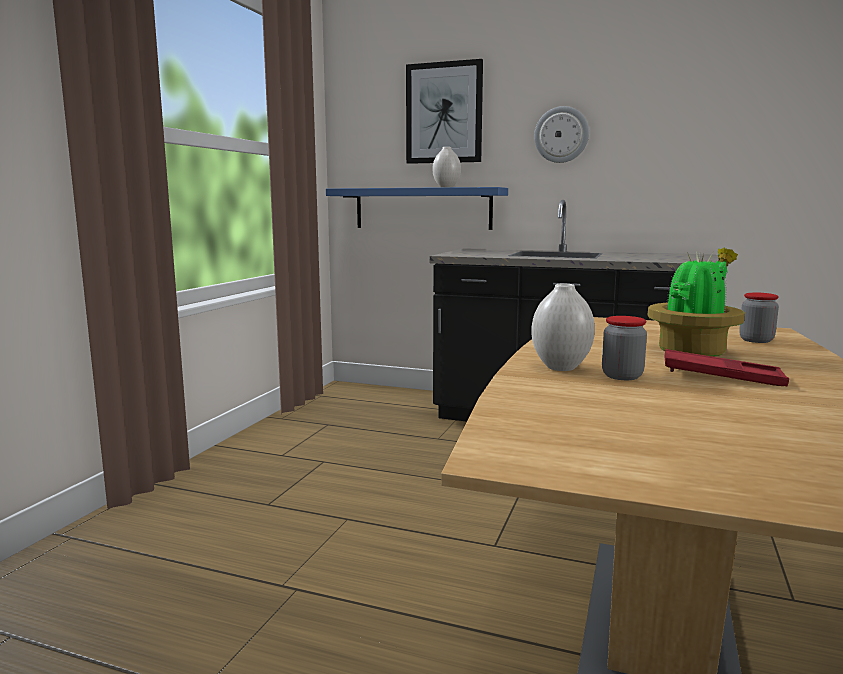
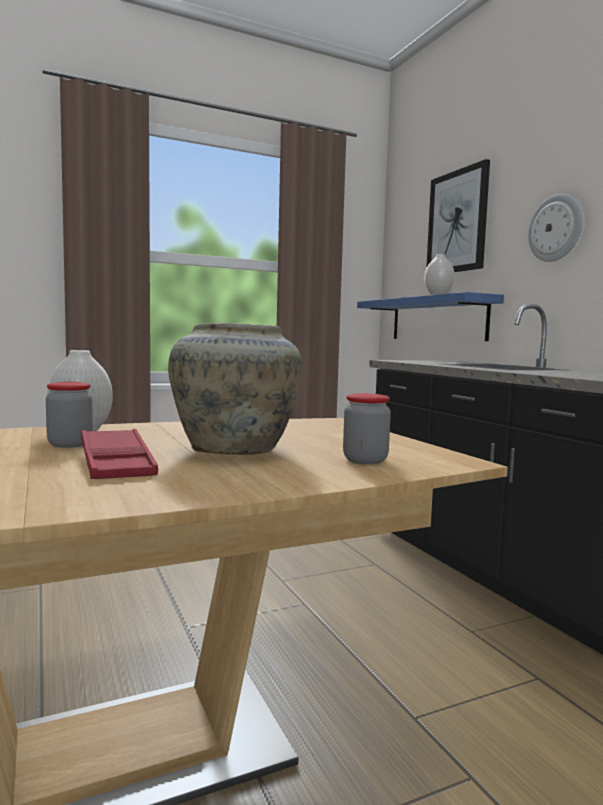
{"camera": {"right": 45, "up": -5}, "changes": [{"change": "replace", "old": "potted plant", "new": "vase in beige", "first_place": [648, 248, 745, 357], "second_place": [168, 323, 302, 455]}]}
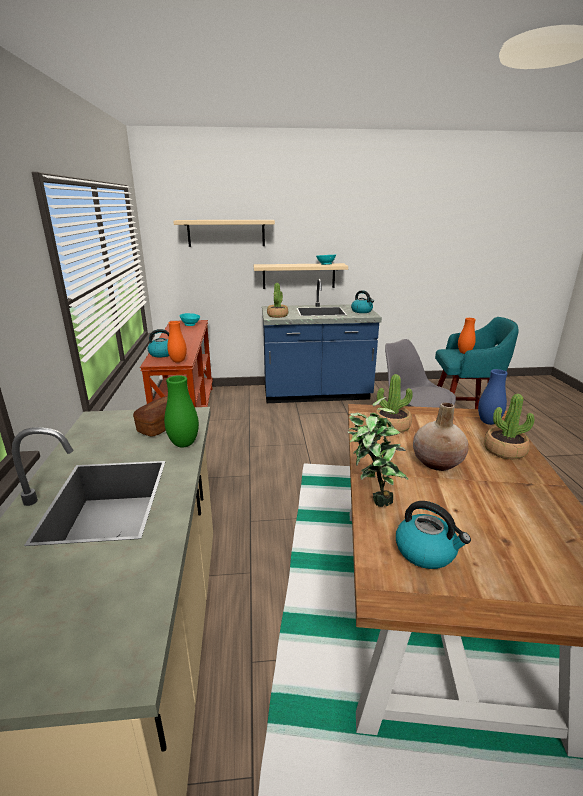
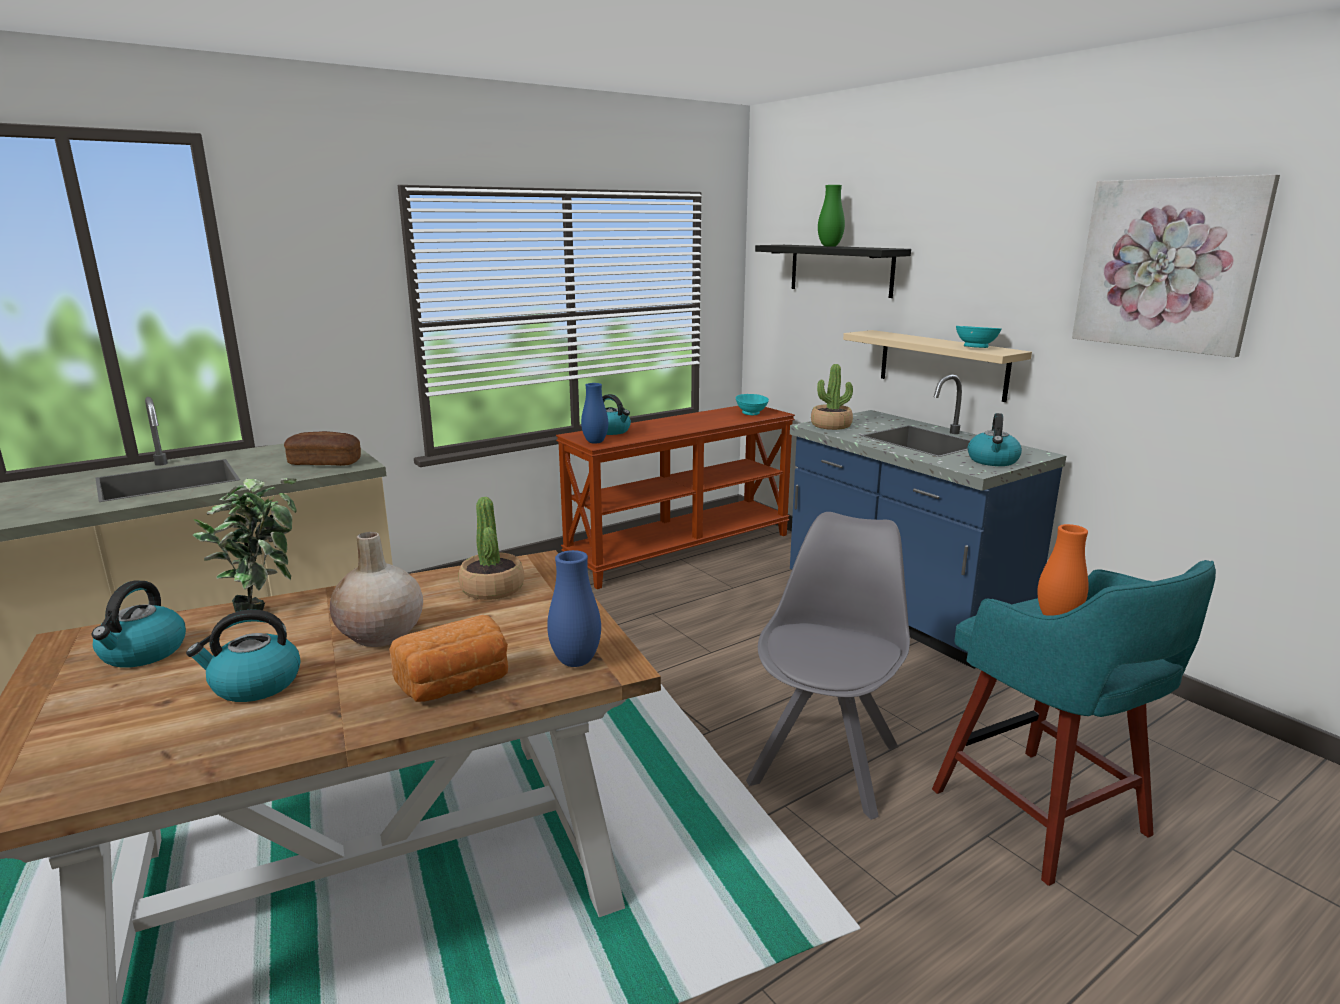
{"camera": {"right": 60, "up": -5}, "changes": [{"change": "move", "old": "vase in green", "first_place": [164, 375, 199, 447], "second_place": [818, 185, 845, 247]}, {"change": "recolor", "old": "vase in orange", "new": "vase in blue", "first_place": [167, 321, 187, 363], "second_place": [581, 383, 608, 444]}, {"change": "recolor", "old": "shelf in beige", "new": "shelf in black", "first_place": [173, 220, 275, 247], "second_place": [755, 245, 911, 298]}, {"change": "replace", "old": "potted plant", "new": "bread", "first_place": [484, 394, 534, 459], "second_place": [389, 615, 508, 702]}, {"change": "insert", "new": "kettle", "second_place": [186, 609, 300, 702]}, {"change": "insert", "new": "picture", "second_place": [1072, 174, 1280, 357]}]}
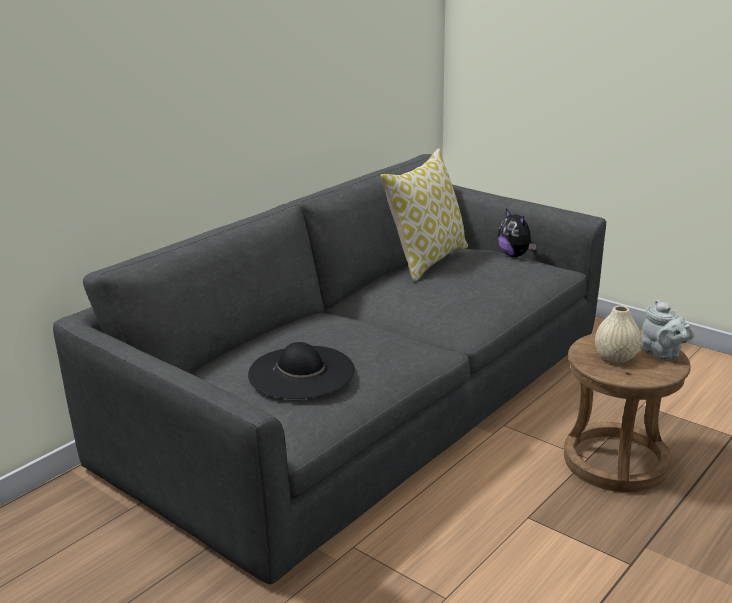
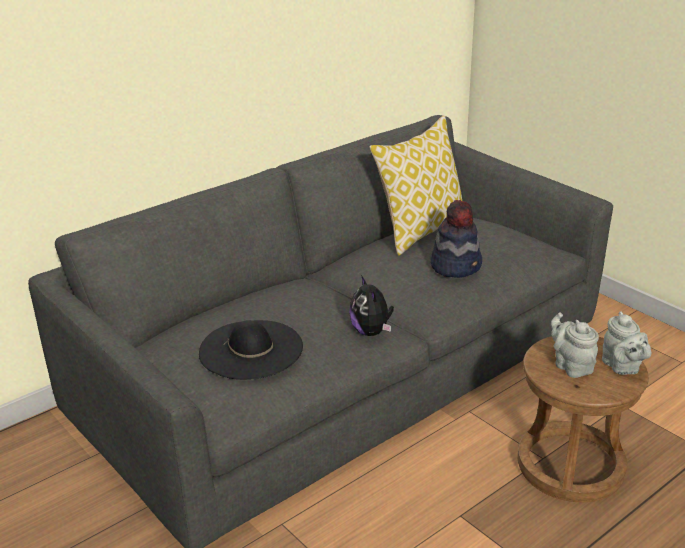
{"camera": {"right": 10, "up": 5}, "changes": [{"change": "move", "old": "plush toy", "first_place": [498, 209, 536, 257], "second_place": [349, 275, 394, 336]}, {"change": "replace", "old": "vase in beige", "new": "teapot in grey", "first_place": [595, 305, 641, 363], "second_place": [551, 312, 599, 378]}, {"change": "insert", "new": "hat", "second_place": [431, 200, 482, 278]}]}
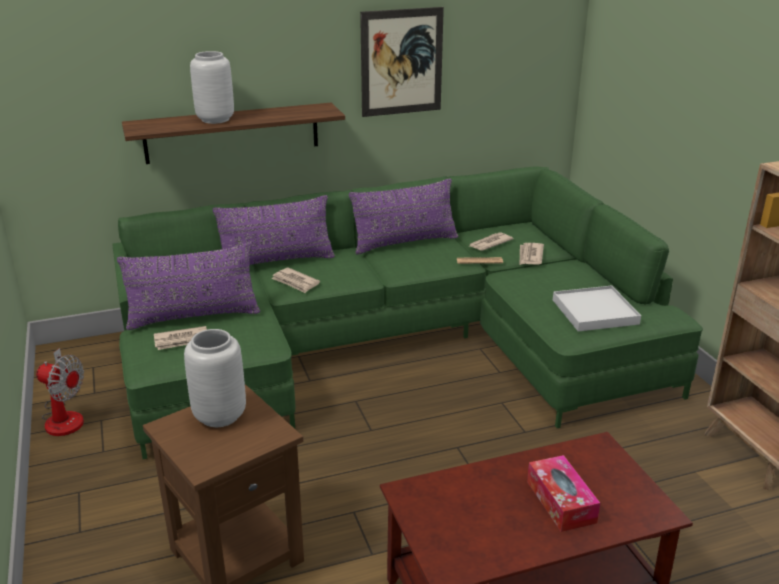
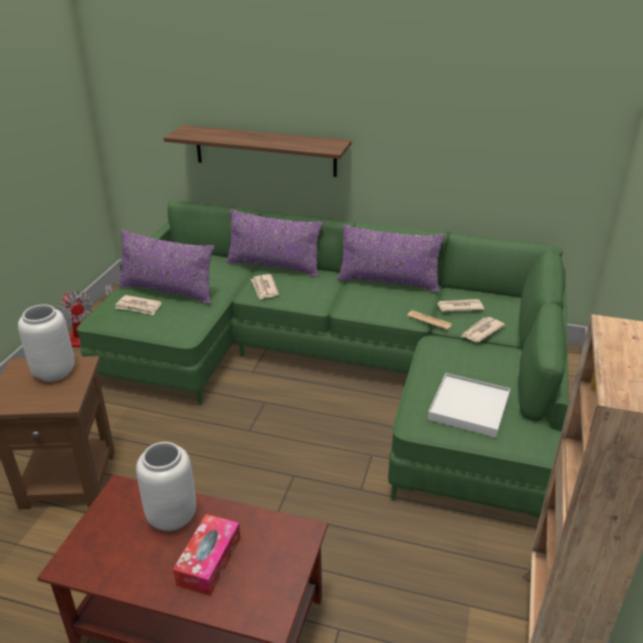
{"camera": {"right": 35, "up": 5}, "changes": [{"change": "move", "old": "vase in grey", "first_place": [190, 51, 234, 124], "second_place": [136, 442, 196, 531]}, {"change": "delete", "old": "picture", "first_place": [360, 7, 444, 117]}]}
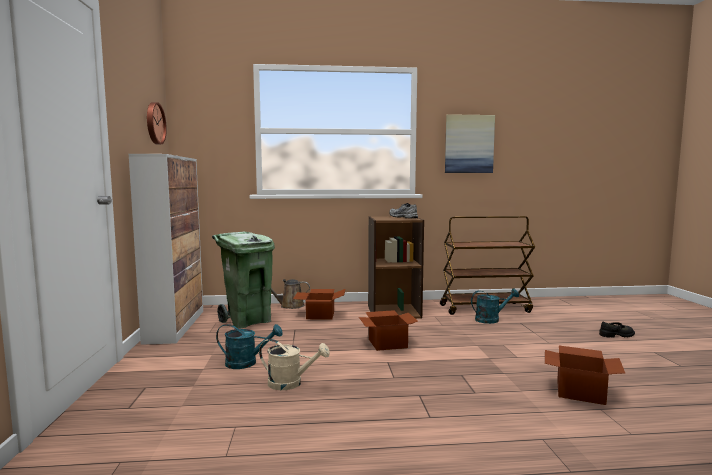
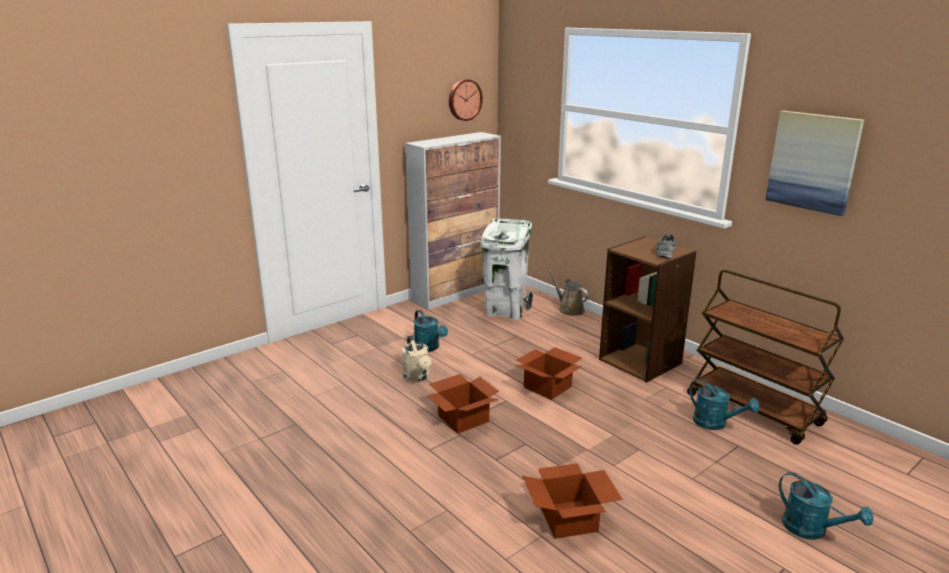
{"camera": {"right": 55, "up": 15}, "changes": [{"change": "recolor", "old": "trash can in green", "new": "trash can in white", "first_place": [212, 232, 275, 328], "second_place": [480, 219, 533, 320]}, {"change": "move", "old": "cardboard box", "first_place": [293, 289, 345, 320], "second_place": [427, 374, 499, 434]}, {"change": "replace", "old": "shoe in black", "new": "watering can in turquoise", "first_place": [599, 321, 635, 338], "second_place": [779, 472, 874, 540]}]}
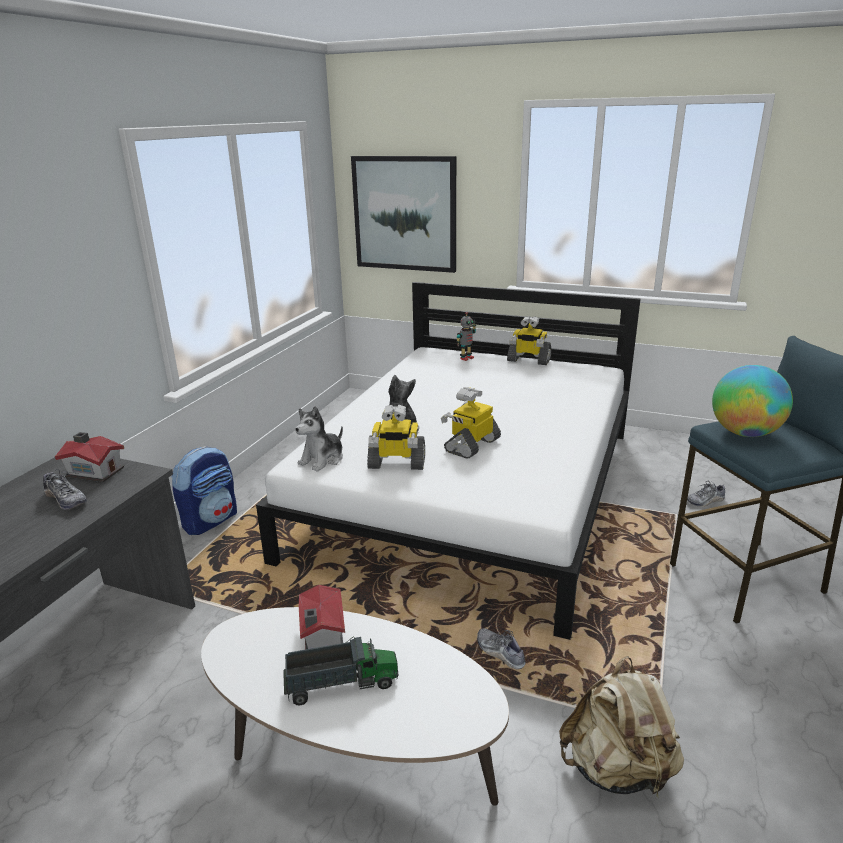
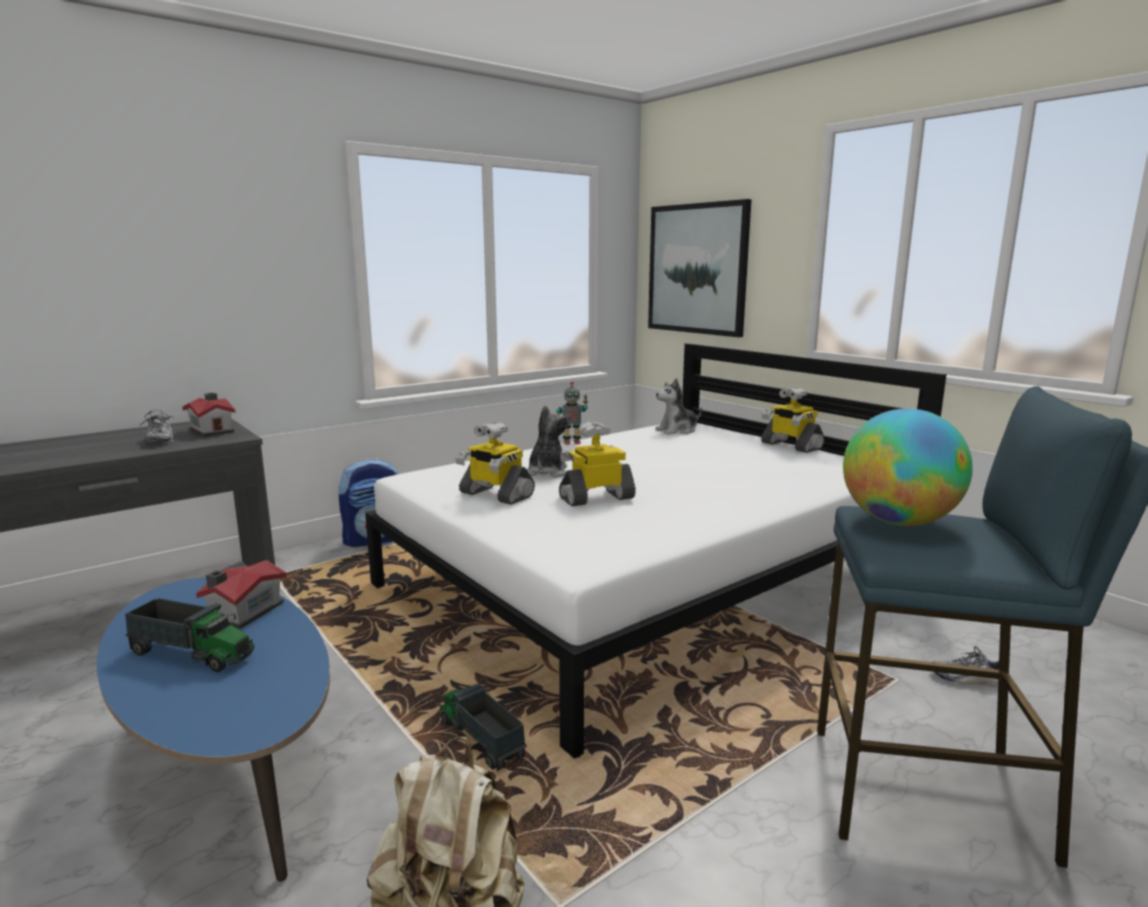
{"camera": {"right": 30, "up": -10}, "changes": [{"change": "recolor", "old": "coffee table in white", "new": "coffee table in blue", "first_place": [201, 607, 509, 806], "second_place": [97, 578, 330, 882]}, {"change": "move", "old": "plush toy", "first_place": [295, 406, 343, 472], "second_place": [655, 378, 702, 434]}, {"change": "move", "old": "toy robot", "first_place": [456, 312, 476, 361], "second_place": [556, 381, 588, 444]}, {"change": "replace", "old": "shoe", "new": "toy truck", "first_place": [477, 628, 526, 670], "second_place": [440, 683, 527, 771]}]}
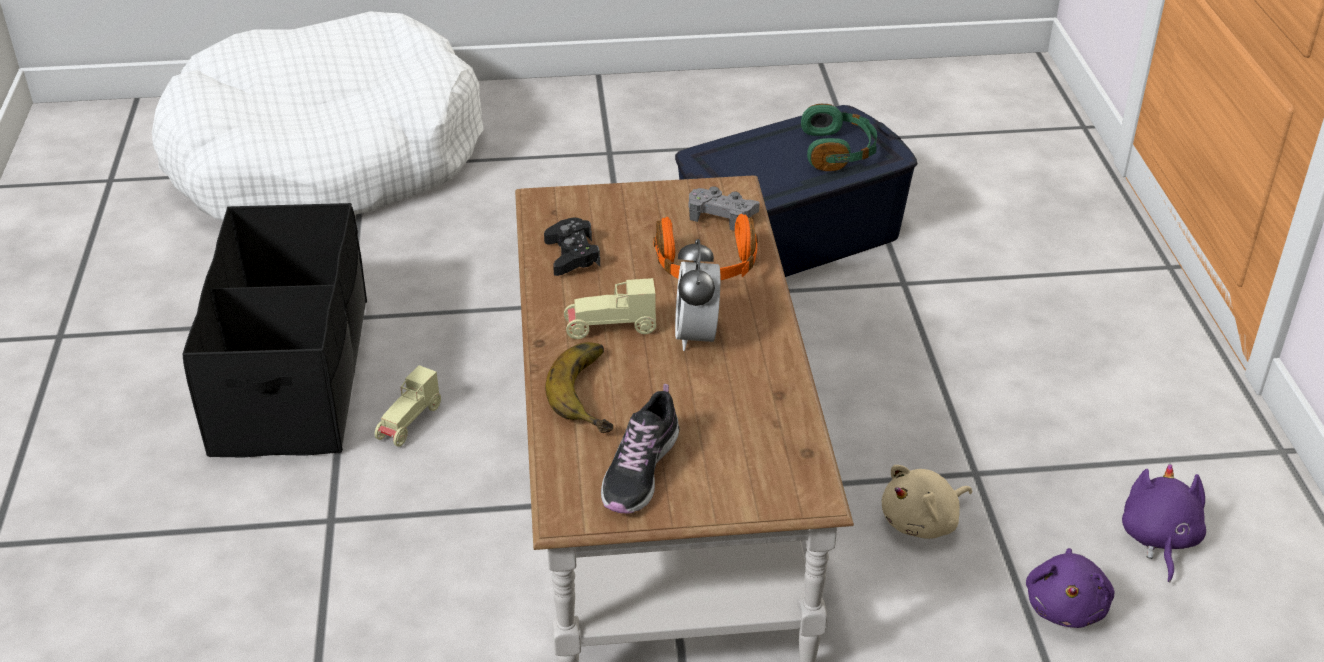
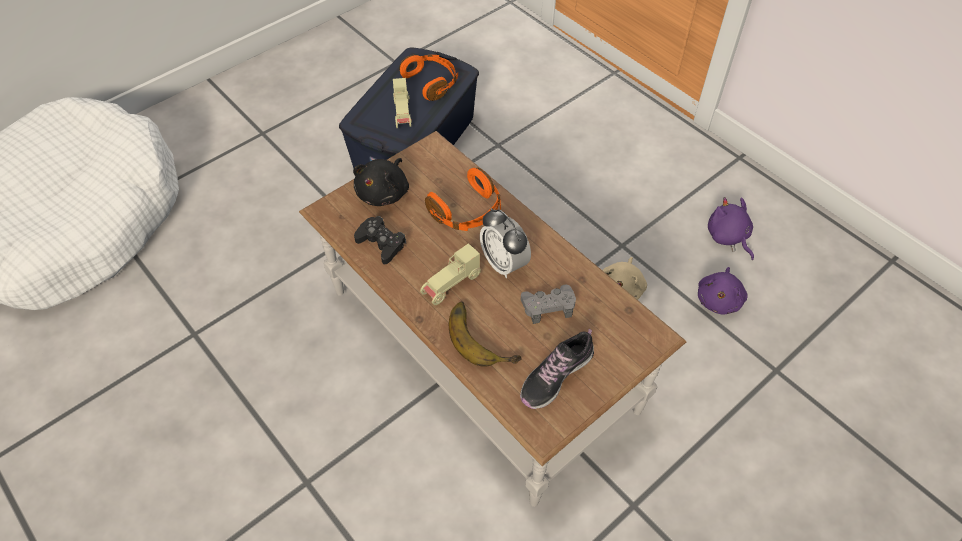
{"camera": {"right": -35, "up": 15}, "changes": [{"change": "delete", "old": "storage box in black", "first_place": [182, 203, 367, 458]}, {"change": "move", "old": "toy car in beige", "first_place": [375, 365, 441, 447], "second_place": [393, 78, 412, 128]}, {"change": "rotate", "old": "shoe", "first_place": [601, 383, 679, 514], "second_place": [520, 329, 594, 409], "degrees": 60}, {"change": "move", "old": "game controller in grey", "first_place": [689, 186, 760, 231], "second_place": [521, 285, 576, 324]}, {"change": "recolor", "old": "headphones in green", "new": "headphones in orange", "first_place": [801, 104, 877, 171], "second_place": [399, 54, 458, 101]}, {"change": "rotate", "old": "plush toy in purple", "first_place": [1026, 548, 1114, 628], "second_place": [698, 267, 747, 315], "degrees": 45}, {"change": "insert", "new": "plush toy in black", "second_place": [353, 158, 409, 206]}]}
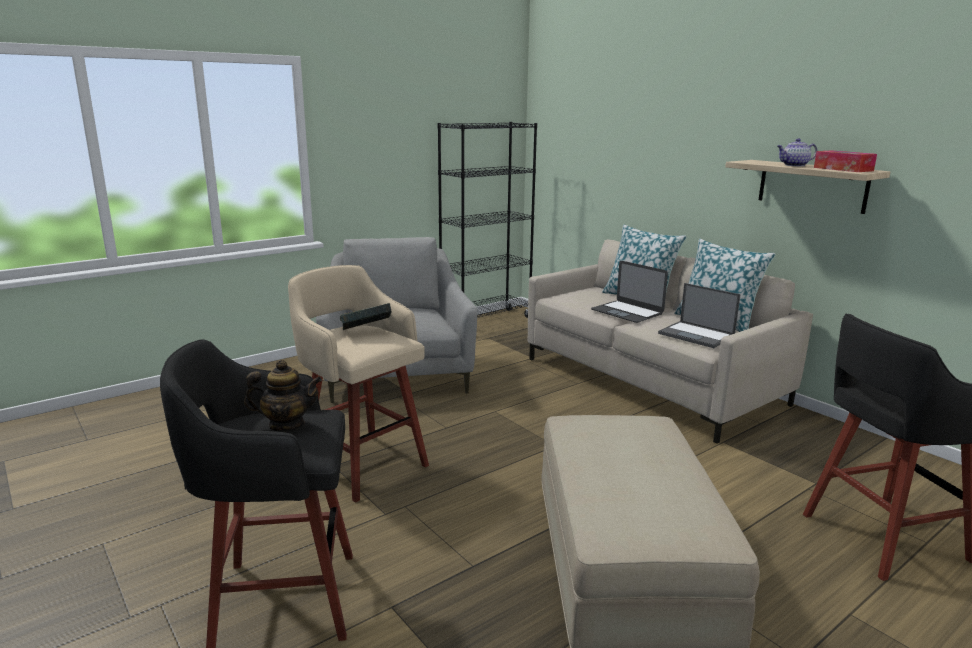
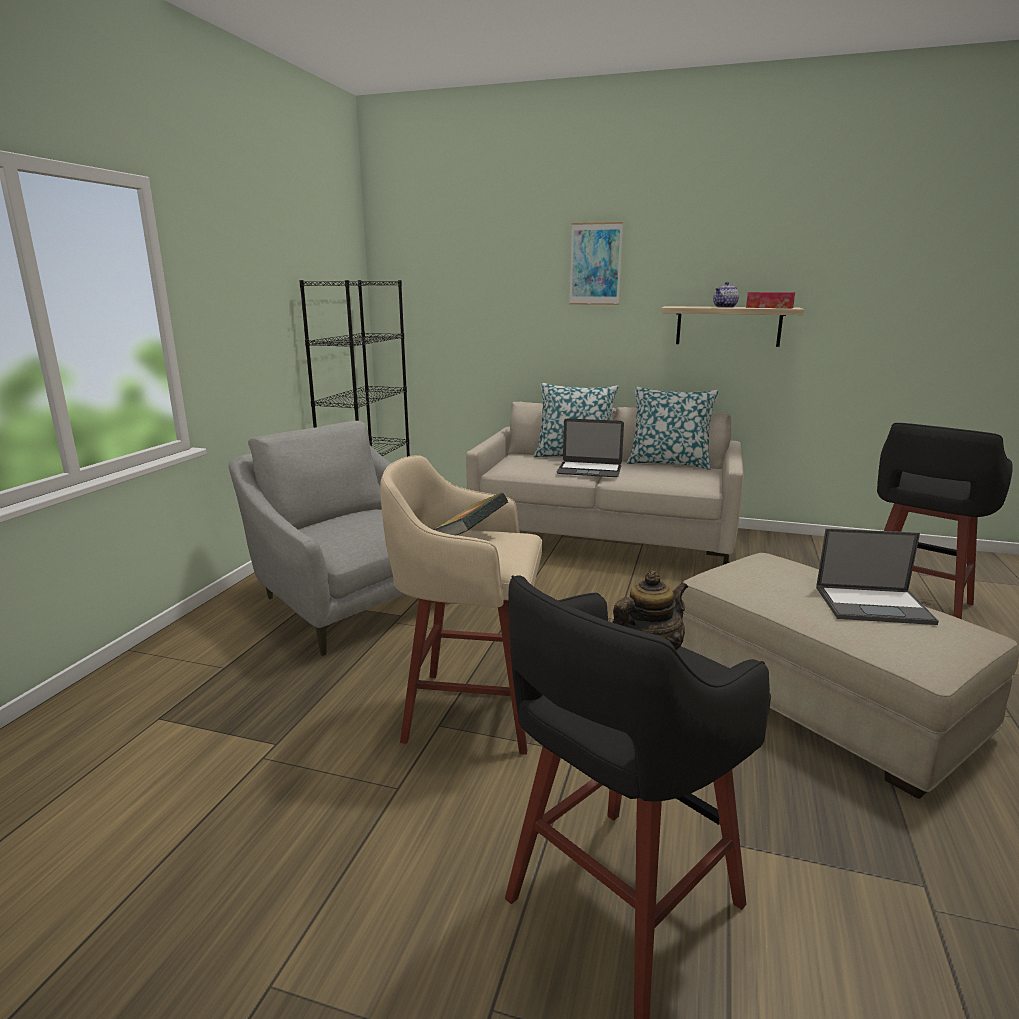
{"camera": {"right": -35, "up": 0}, "changes": [{"change": "move", "old": "laptop", "first_place": [658, 283, 741, 348], "second_place": [816, 528, 939, 625]}, {"change": "insert", "new": "picture", "second_place": [569, 222, 623, 305]}]}
